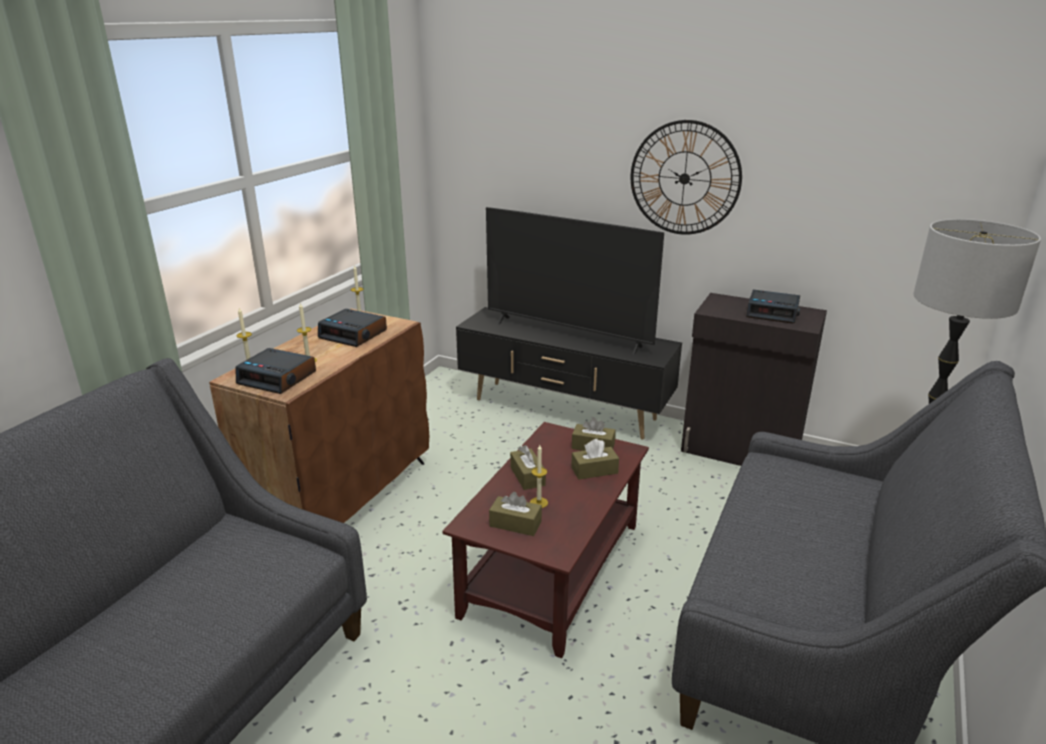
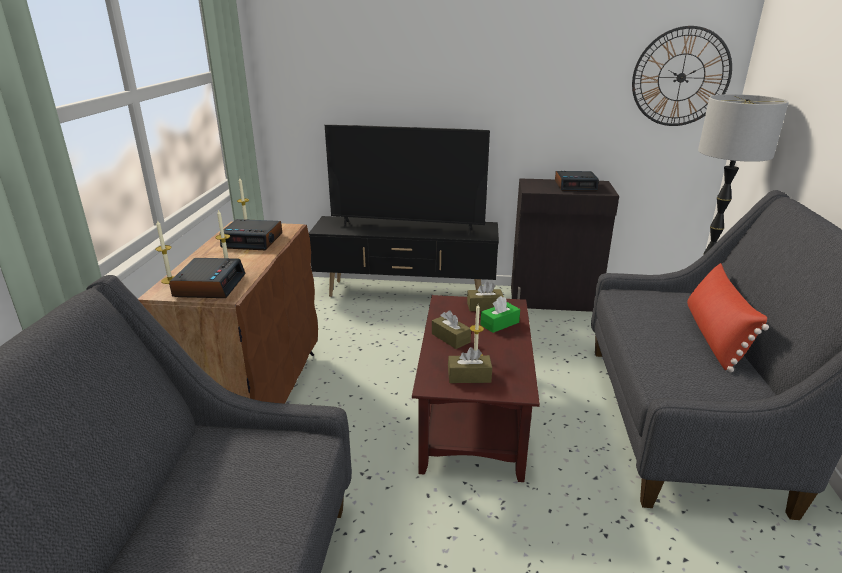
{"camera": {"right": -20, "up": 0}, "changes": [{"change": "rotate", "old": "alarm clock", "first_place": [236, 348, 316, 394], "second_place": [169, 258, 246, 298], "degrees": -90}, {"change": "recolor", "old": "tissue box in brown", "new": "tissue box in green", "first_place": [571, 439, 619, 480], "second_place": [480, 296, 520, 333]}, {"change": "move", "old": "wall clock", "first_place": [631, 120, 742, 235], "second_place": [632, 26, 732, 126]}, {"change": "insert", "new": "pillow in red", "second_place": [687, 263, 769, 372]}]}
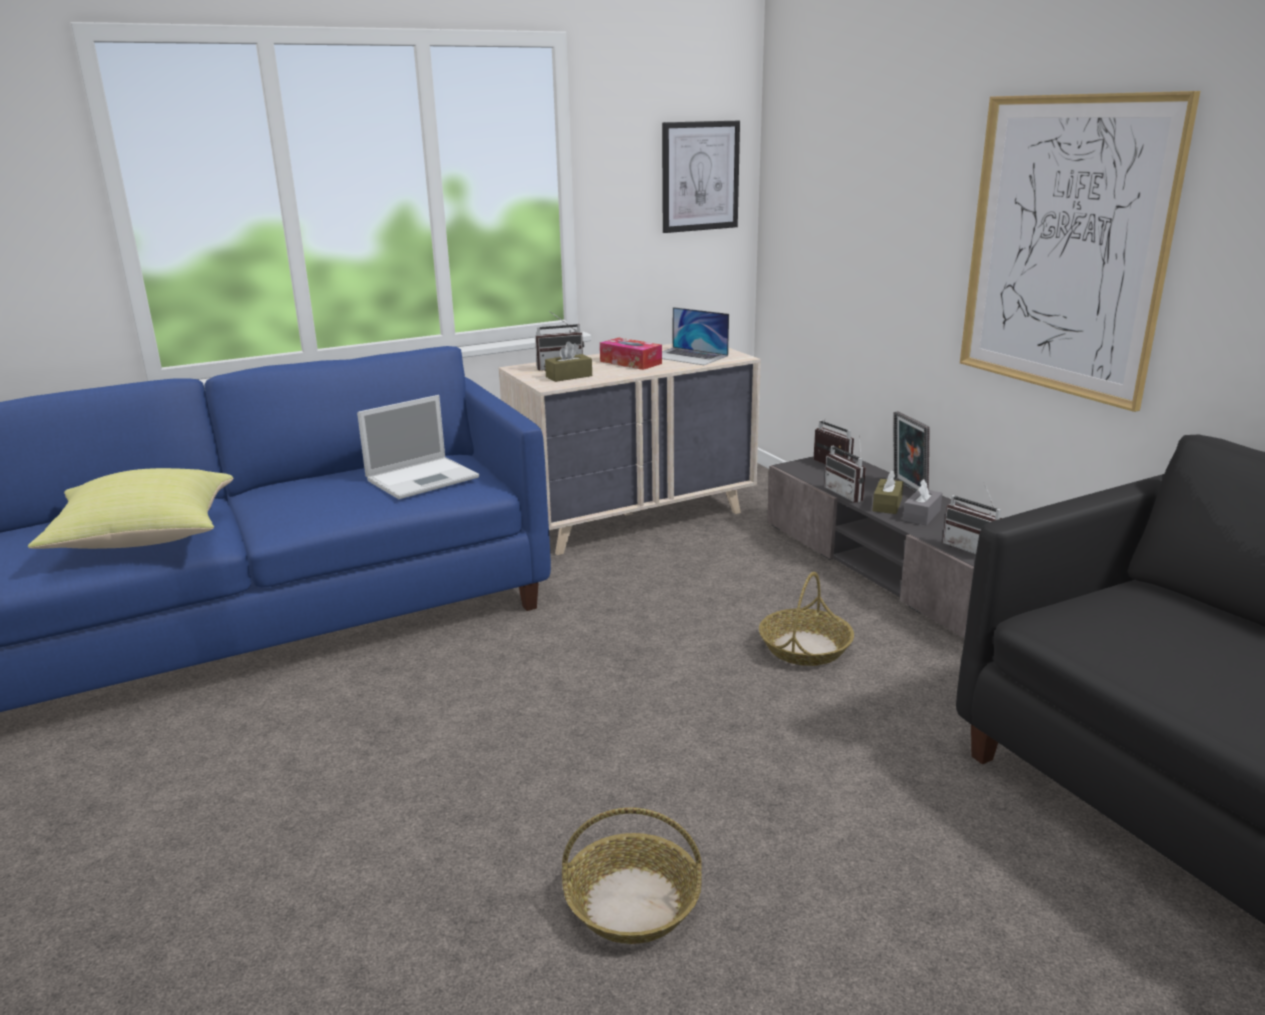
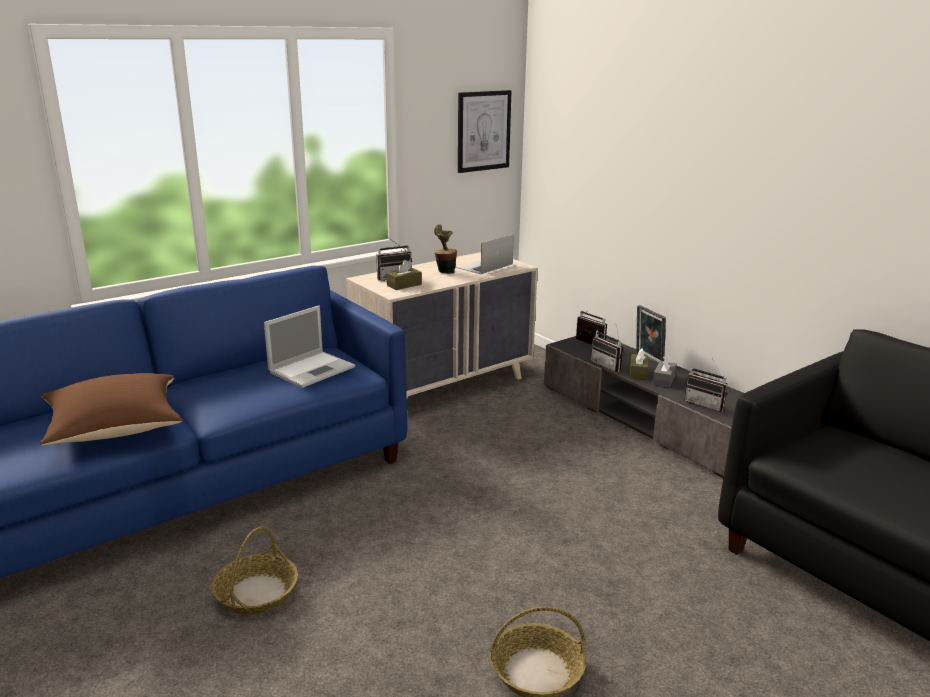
{"camera": {"right": -10, "up": 0}, "changes": [{"change": "recolor", "old": "pillow in yellow", "new": "pillow in brown", "first_place": [28, 468, 233, 549], "second_place": [40, 373, 183, 445]}, {"change": "replace", "old": "tissue box", "new": "potted plant", "first_place": [600, 338, 662, 370], "second_place": [434, 224, 457, 274]}, {"change": "rotate", "old": "laptop", "first_place": [662, 307, 729, 365], "second_place": [456, 234, 514, 274], "degrees": 105}, {"change": "move", "old": "basket", "first_place": [759, 572, 854, 666], "second_place": [211, 527, 298, 615]}, {"change": "delete", "old": "picture", "first_place": [960, 91, 1200, 412]}]}
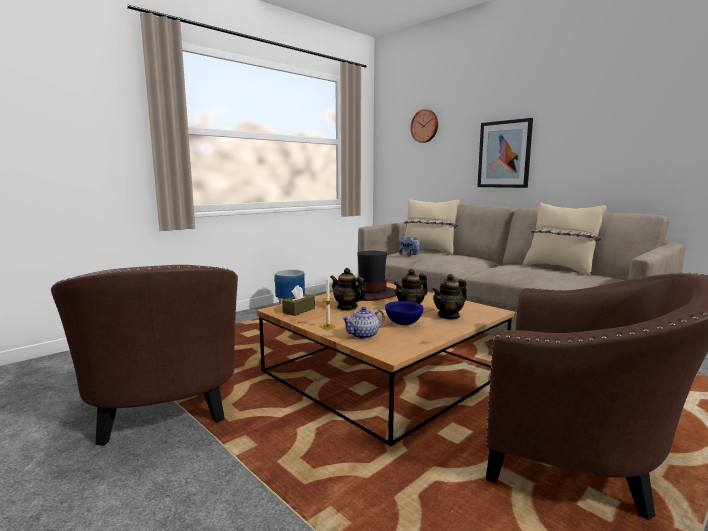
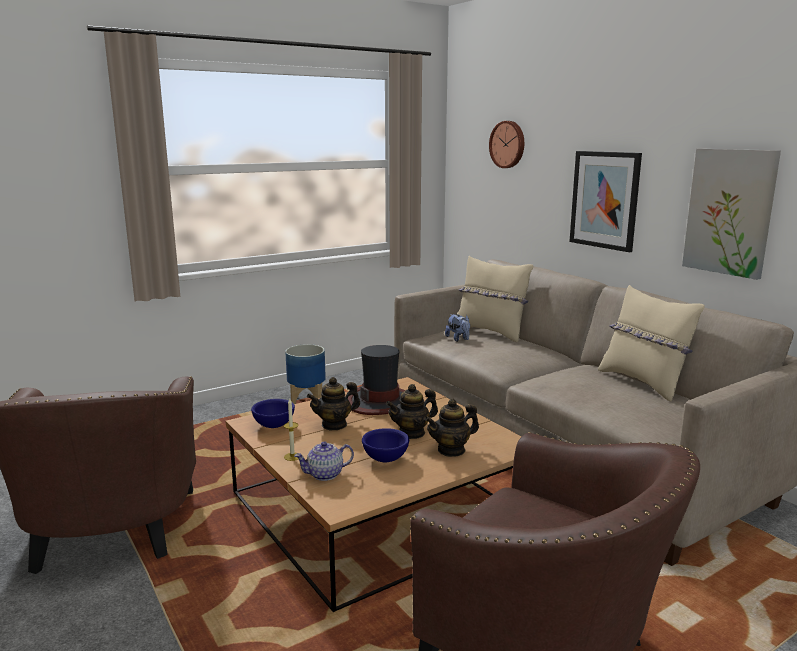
{"camera": {"right": 10, "up": 5}, "changes": [{"change": "replace", "old": "tissue box in brown", "new": "bowl in blue", "first_place": [282, 285, 315, 316], "second_place": [251, 399, 295, 428]}, {"change": "rotate", "old": "teapot", "first_place": [330, 268, 366, 310], "second_place": [307, 377, 360, 430], "degrees": -75}, {"change": "insert", "new": "picture", "second_place": [682, 148, 781, 280]}]}
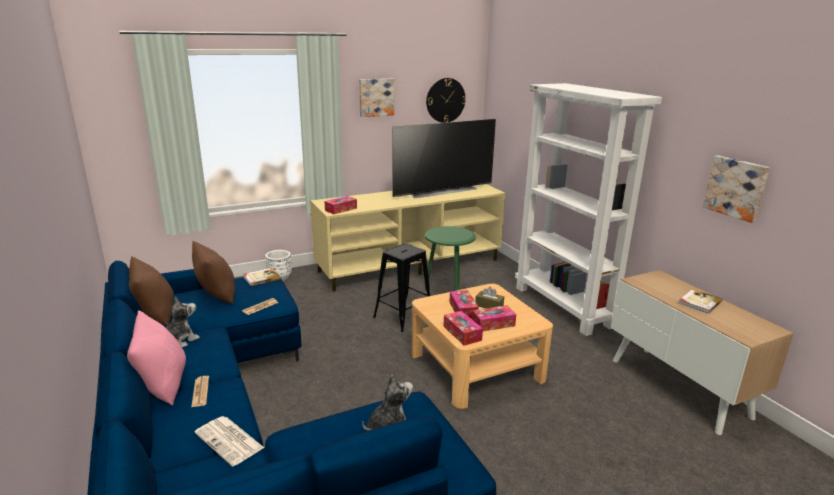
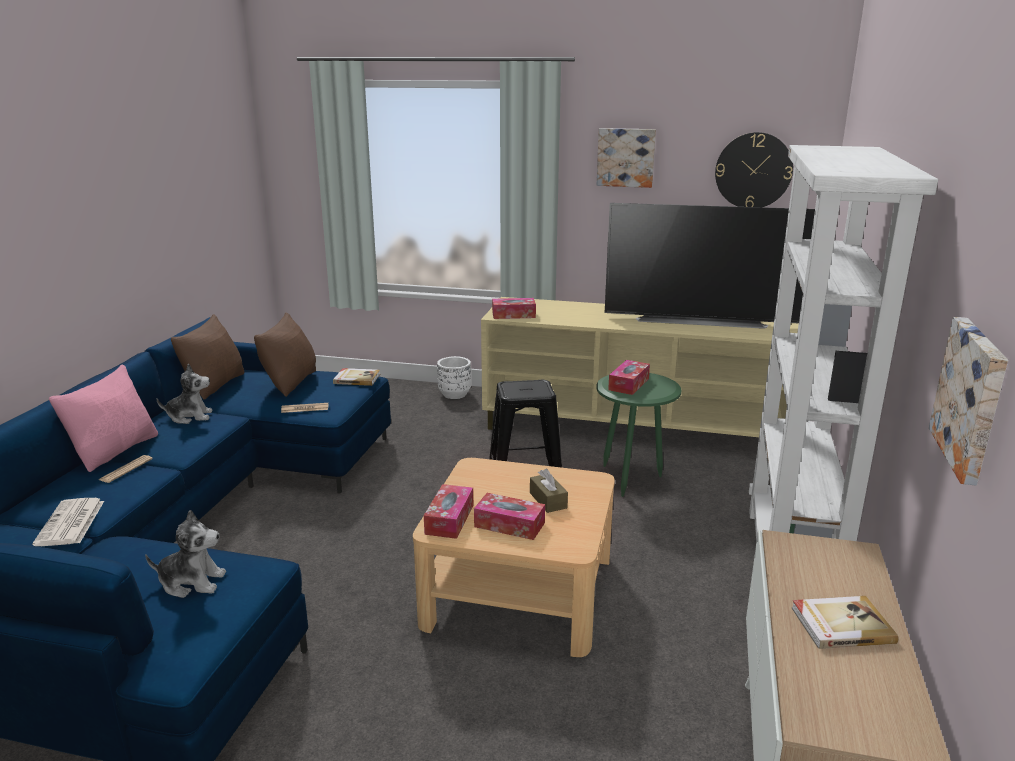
{"camera": {"right": 40, "up": 0}, "changes": [{"change": "move", "old": "tissue box", "first_place": [449, 290, 479, 319], "second_place": [608, 360, 650, 395]}]}
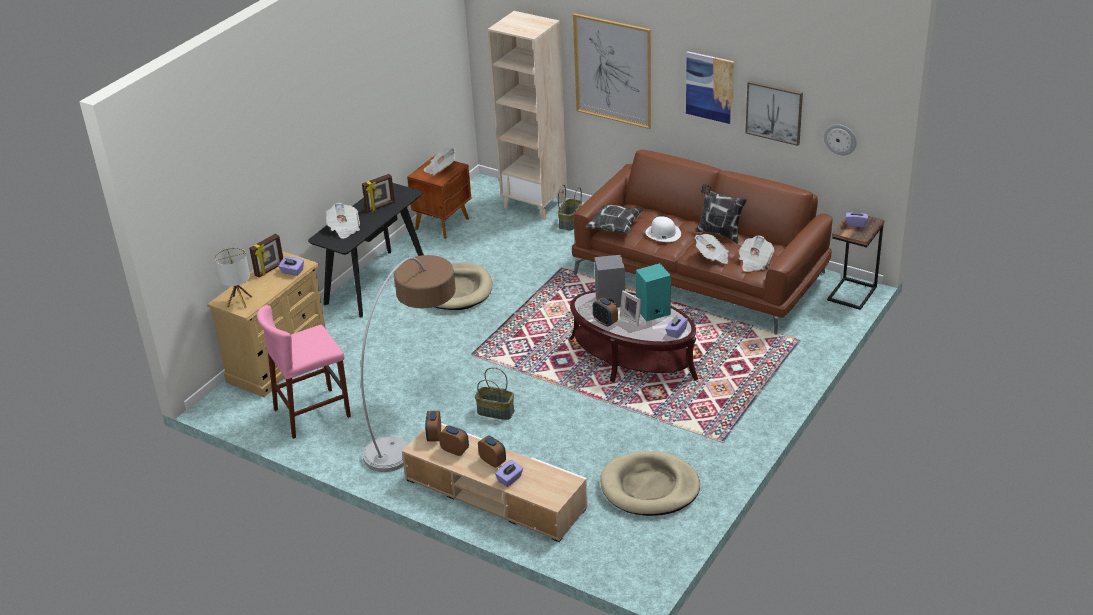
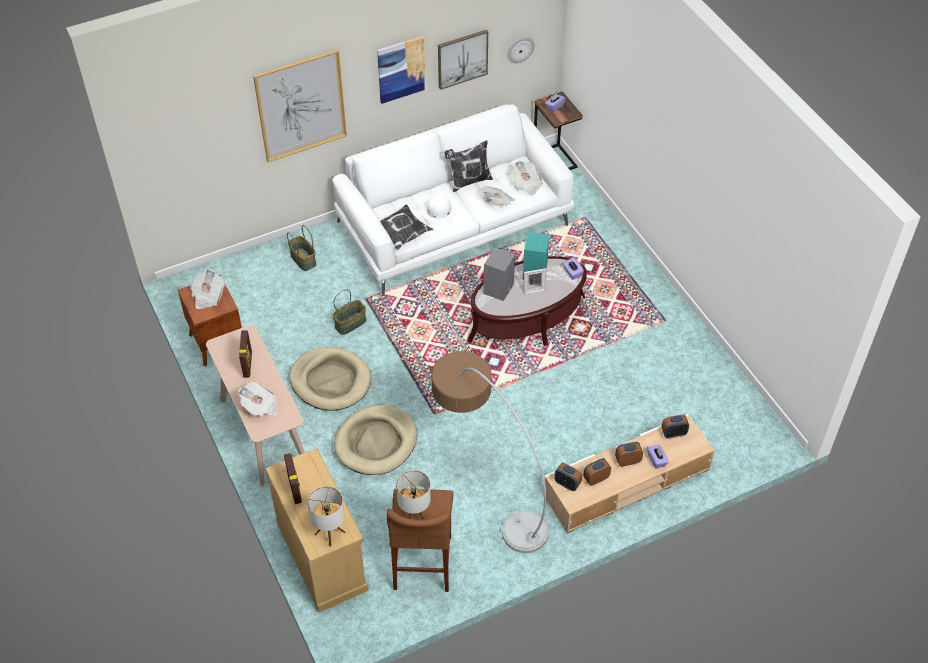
{"camera": {"right": -60, "up": 15}, "changes": [{"change": "recolor", "old": "stool in pink", "new": "stool in brown", "first_place": [257, 305, 351, 439], "second_place": [386, 489, 454, 592]}, {"change": "delete", "old": "tissue box in purple", "first_place": [278, 256, 304, 276]}, {"change": "recolor", "old": "console table in black", "new": "console table in beige", "first_place": [308, 183, 424, 318], "second_place": [206, 325, 305, 486]}, {"change": "move", "old": "basket", "first_place": [475, 367, 514, 420], "second_place": [332, 289, 366, 335]}, {"change": "delete", "old": "bookcase in beige", "first_place": [488, 11, 567, 220]}, {"change": "recolor", "old": "sofa in brown", "new": "sofa in white", "first_place": [572, 150, 833, 335], "second_place": [332, 104, 575, 296]}, {"change": "move", "old": "alarm clock", "first_place": [593, 297, 618, 327], "second_place": [661, 415, 689, 439]}, {"change": "move", "old": "dog bed in beige", "first_place": [600, 451, 700, 516], "second_place": [334, 405, 417, 475]}, {"change": "insert", "new": "table lamp", "second_place": [396, 470, 431, 519]}]}
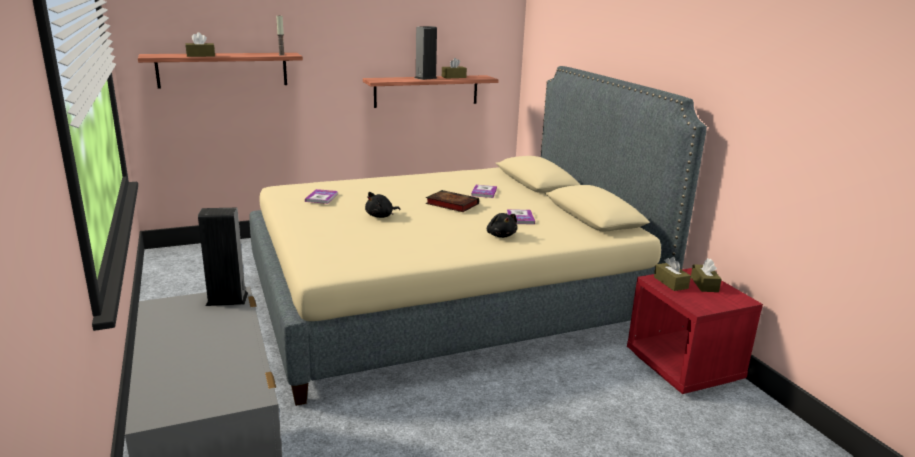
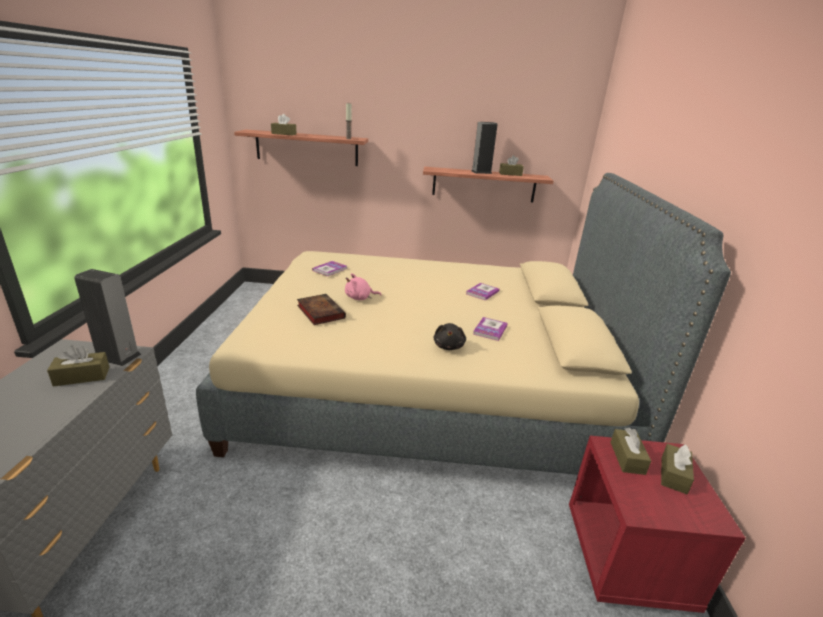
{"camera": {"right": 25, "up": 5}, "changes": [{"change": "recolor", "old": "plush toy in black", "new": "plush toy in pink", "first_place": [365, 192, 400, 218], "second_place": [345, 273, 382, 300]}, {"change": "move", "old": "book", "first_place": [426, 190, 479, 212], "second_place": [297, 294, 346, 325]}, {"change": "insert", "new": "tissue box in brown", "second_place": [47, 345, 110, 387]}]}
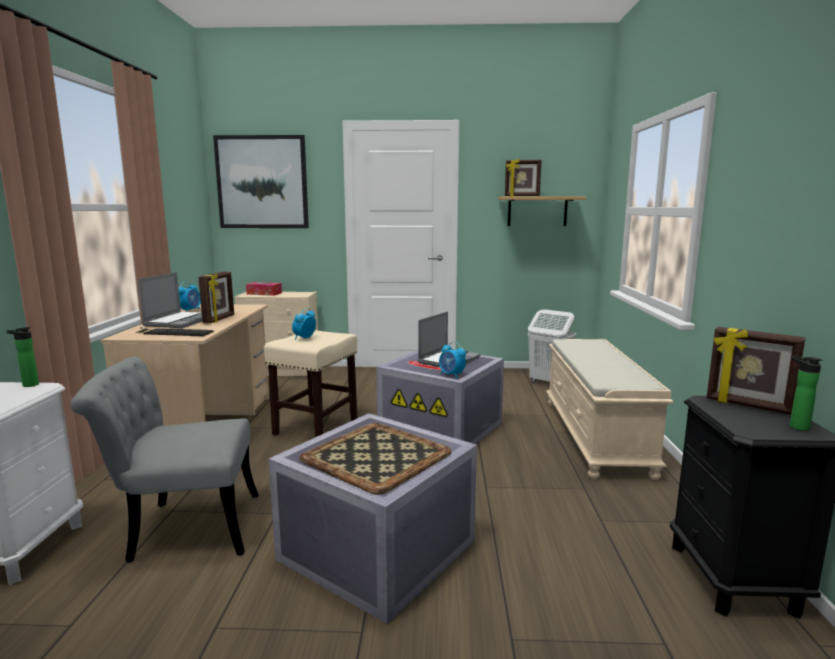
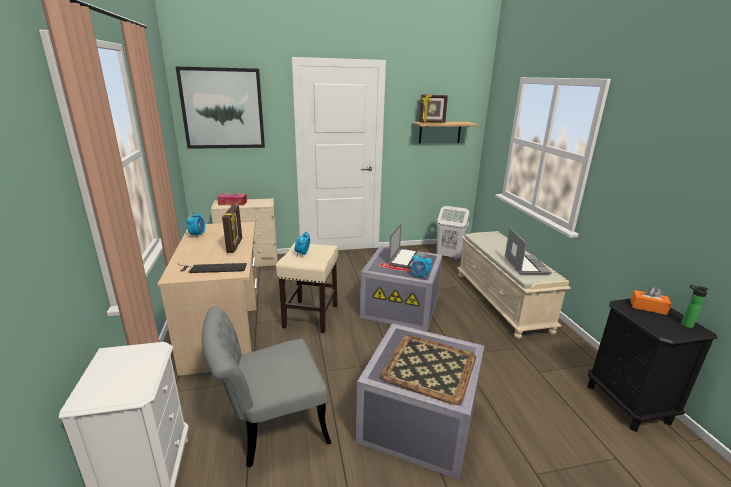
{"camera": {"right": -15, "up": 10}, "changes": [{"change": "delete", "old": "bottle", "first_place": [6, 327, 39, 387]}, {"change": "move", "old": "laptop", "first_place": [138, 272, 202, 328], "second_place": [505, 228, 552, 274]}, {"change": "replace", "old": "picture frame", "new": "tissue box in orange", "first_place": [707, 327, 805, 415], "second_place": [630, 286, 671, 315]}]}
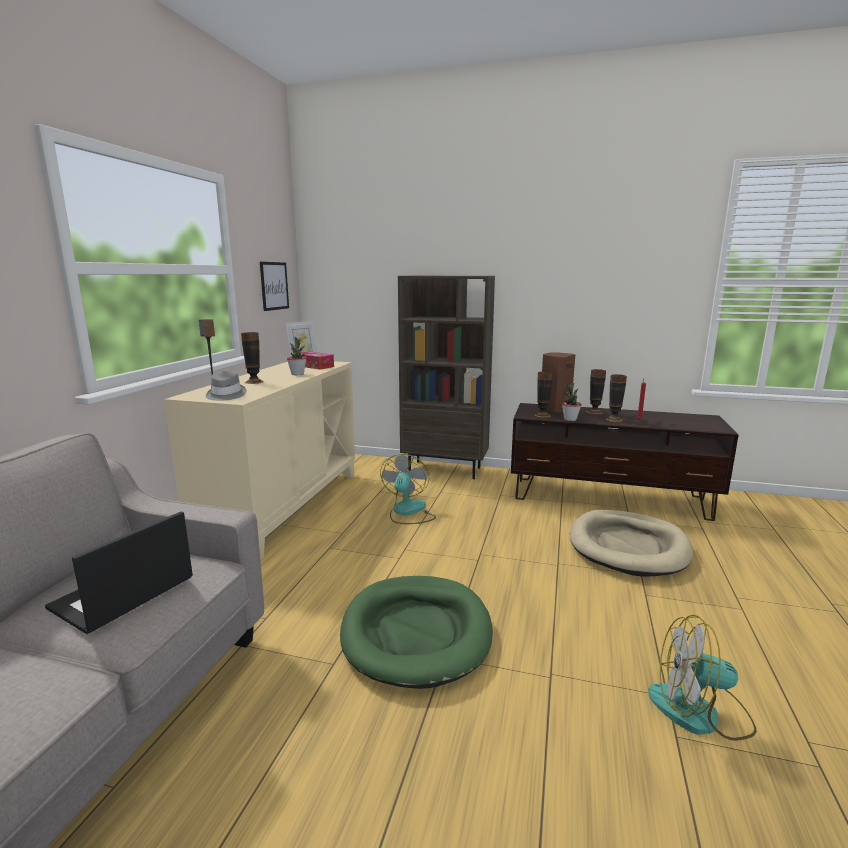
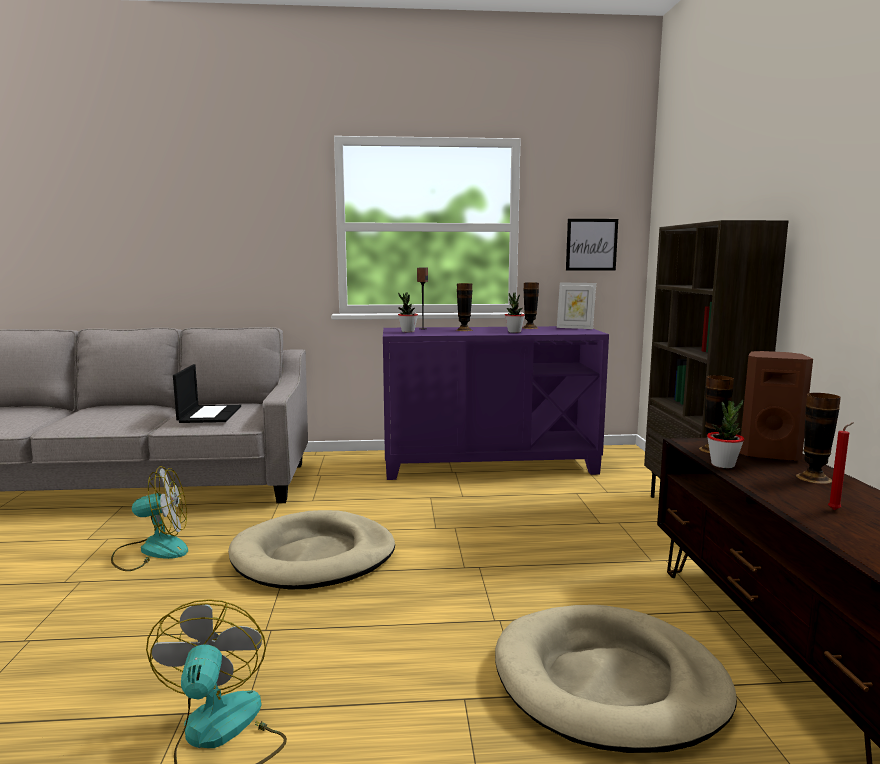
{"camera": {"right": 70, "up": -5}, "changes": [{"change": "rotate", "old": "laptop", "first_place": [45, 511, 193, 634], "second_place": [173, 364, 241, 423], "degrees": 75}, {"change": "recolor", "old": "cabinet in beige", "new": "cabinet in purple", "first_place": [164, 361, 355, 560], "second_place": [383, 326, 609, 480]}, {"change": "replace", "old": "hat in grey", "new": "potted plant", "first_place": [206, 371, 246, 401], "second_place": [398, 292, 418, 332]}, {"change": "delete", "old": "tissue box", "first_place": [301, 351, 334, 370]}, {"change": "recolor", "old": "dog bed in green", "new": "dog bed in beige", "first_place": [340, 576, 493, 689], "second_place": [228, 510, 395, 589]}, {"change": "move", "old": "fan", "first_place": [380, 454, 436, 524], "second_place": [111, 466, 188, 571]}, {"change": "move", "old": "vase", "first_place": [606, 374, 627, 422], "second_place": [522, 282, 539, 329]}]}
